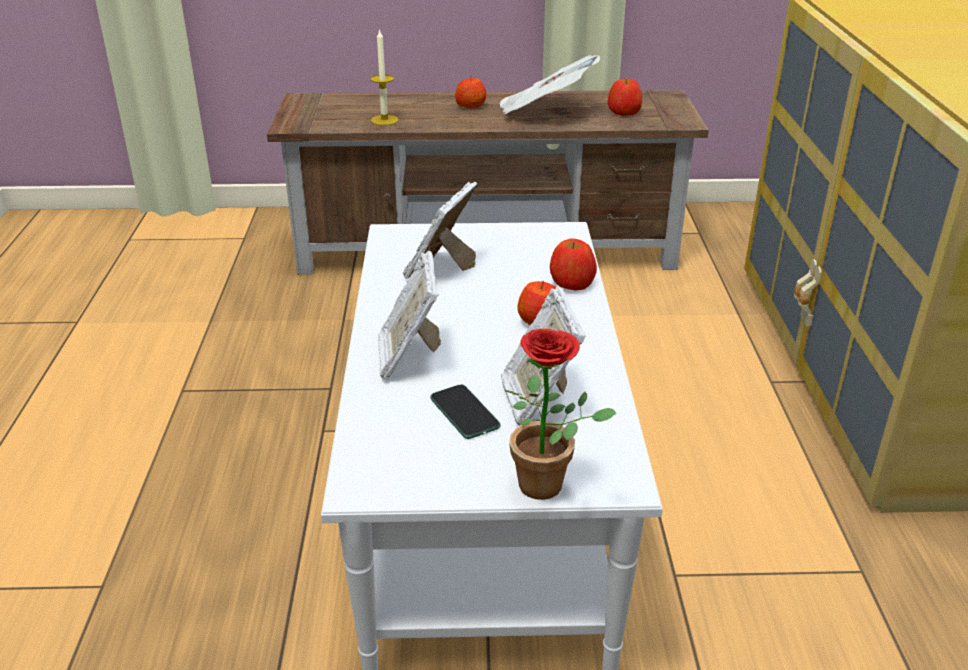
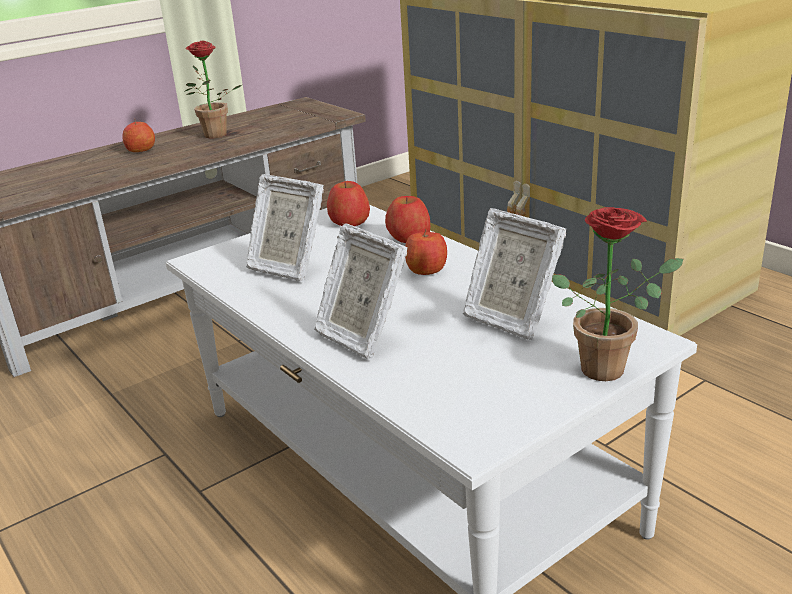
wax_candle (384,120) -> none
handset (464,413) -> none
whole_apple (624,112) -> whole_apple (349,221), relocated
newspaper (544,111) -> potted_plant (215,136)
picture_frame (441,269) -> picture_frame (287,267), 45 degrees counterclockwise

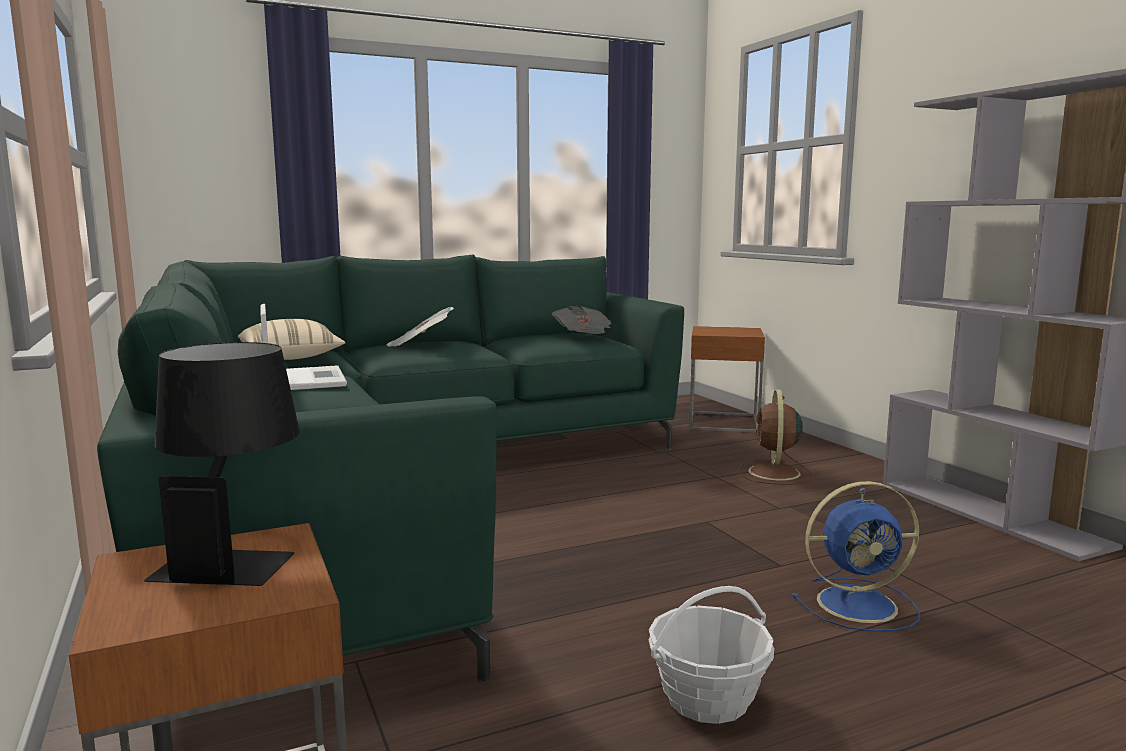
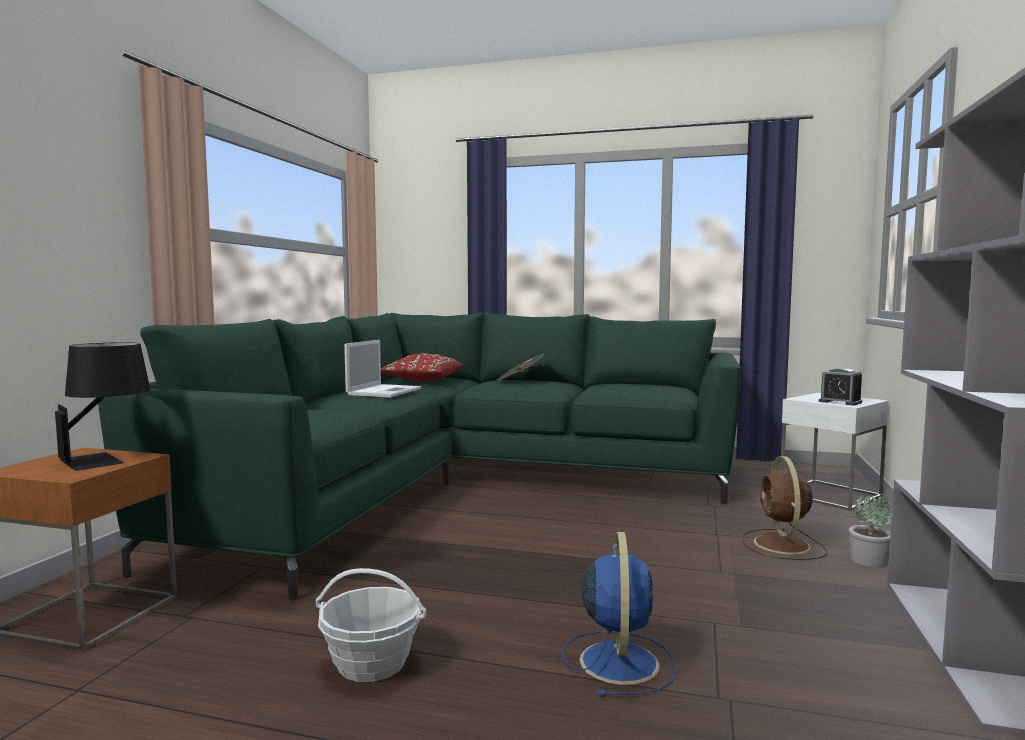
newspaper (583,337) -> none
none -> alarm_clock (840,402)
none -> potted_plant (870,561)
beige-coloured_throw_pillow (291,358) -> reddish_throw_pillow (422,381)
brownish_side_table (723,422) -> white-coloured_side_table (830,495)
brownish_fan (774,473) -> brownish_fan (782,545), 45 degrees counterclockwise
blue_fan (860,604) -> blue_fan (618,660), 120 degrees counterclockwise

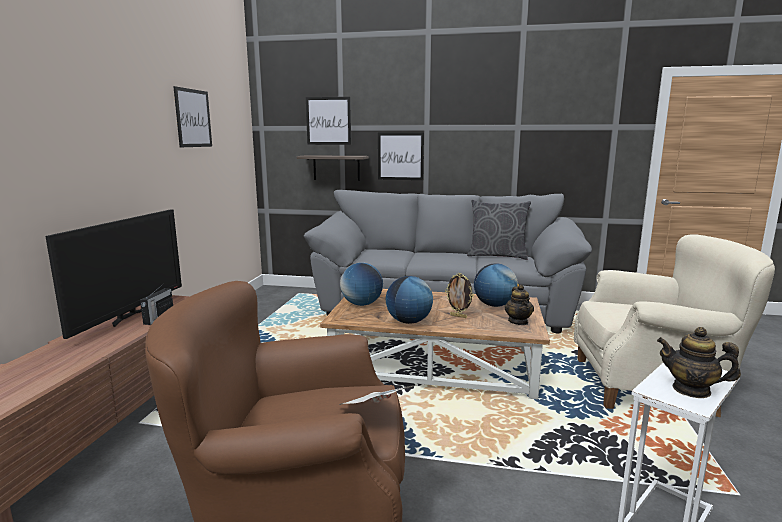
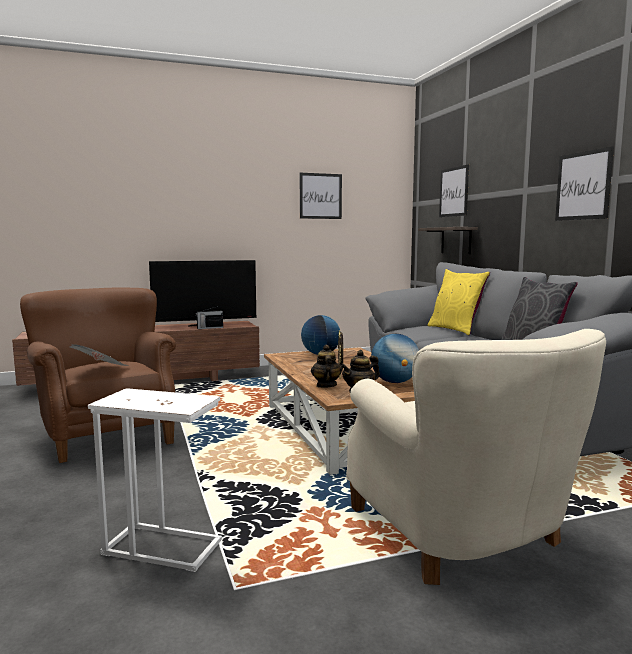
desk_globe (409,322) -> none
none -> yellow-coloured_throw_pillow (455,330)
picture (400,156) -> picture (583,186), relocated
teapot (691,390) -> teapot (326,385), relocated

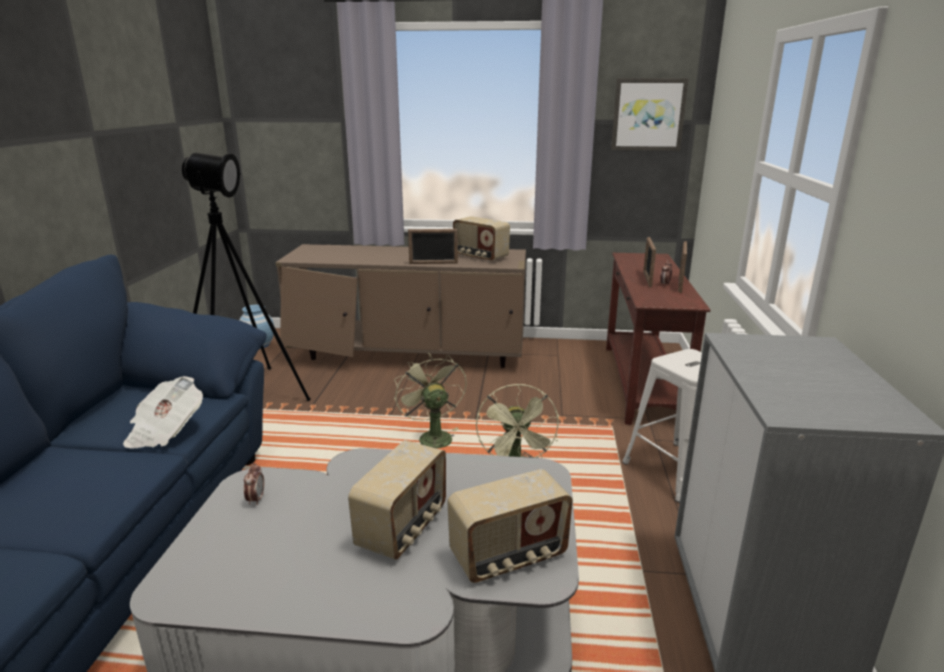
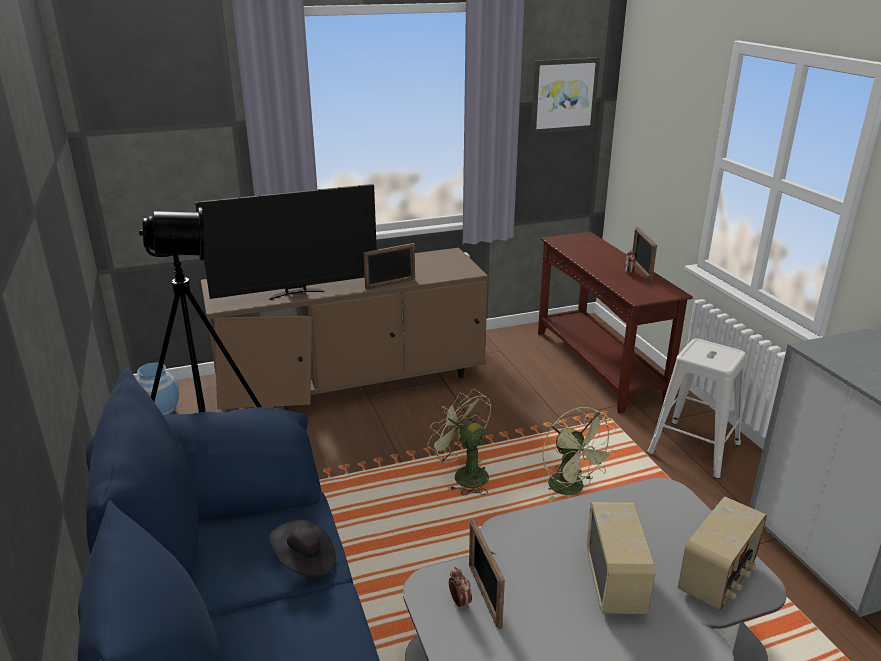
radio_receiver (480,257) -> none
none -> TV (296,293)
picture_frame (647,279) -> picture_frame (484,595), relocated
newspaper (165,431) -> black-coloured_clothing_hat (305,562)

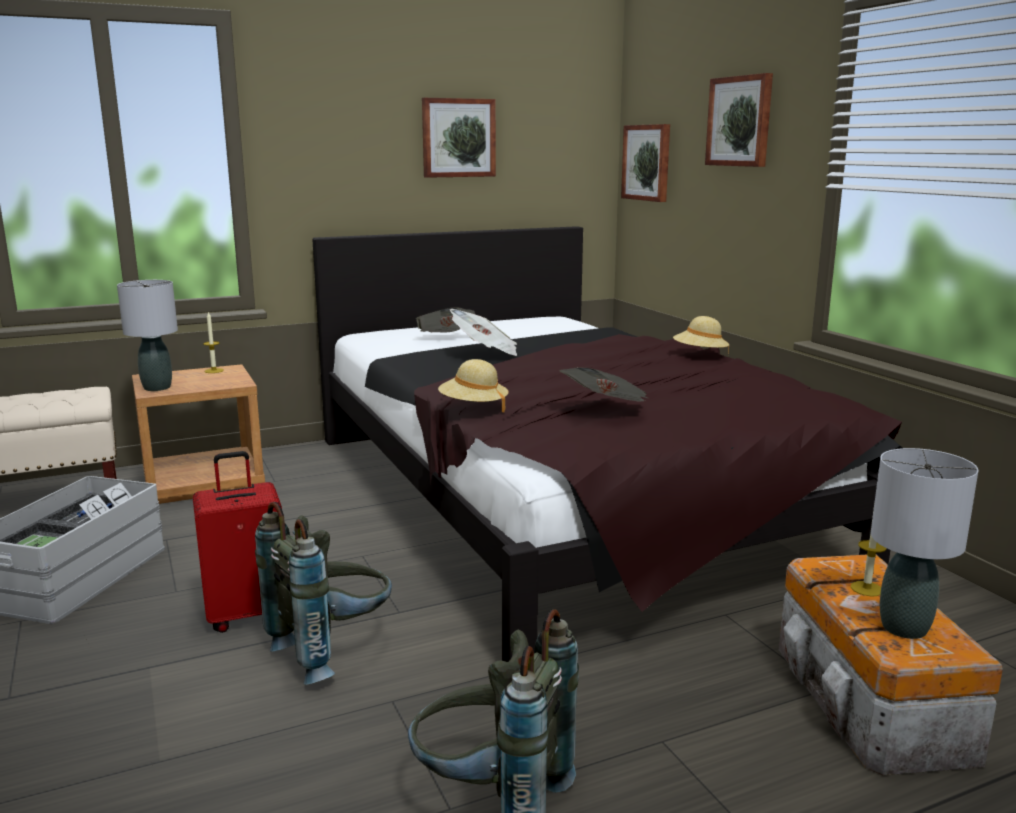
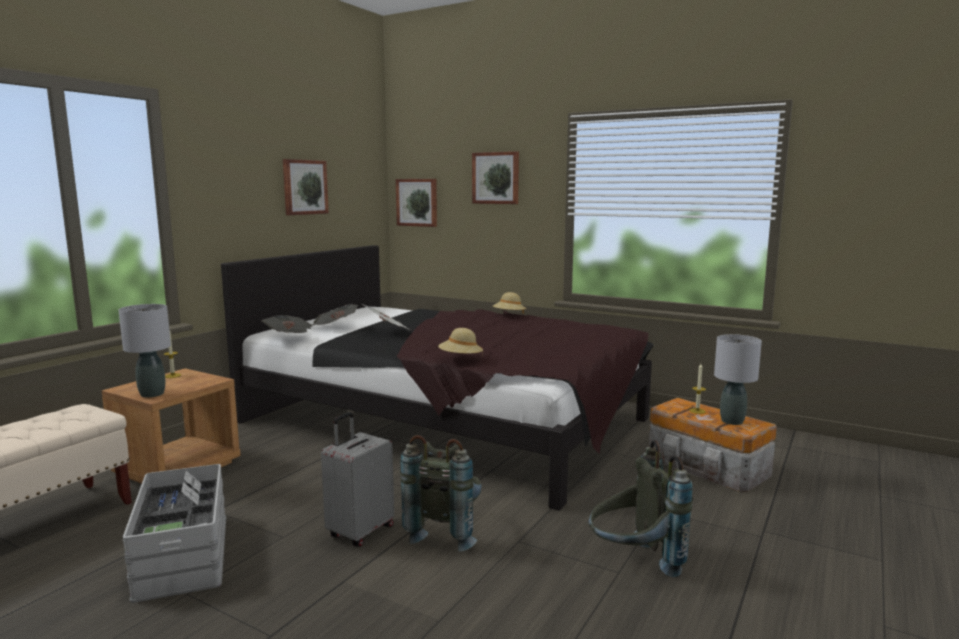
newspaper (607,409) -> newspaper (289,338), relocated
reddish_piece_of_luggage (248,614) -> gray_piece_of_luggage (360,532)

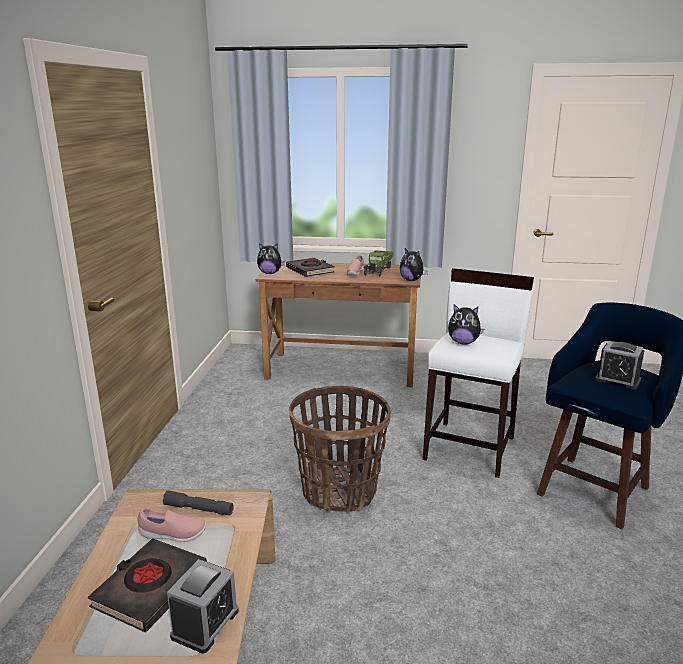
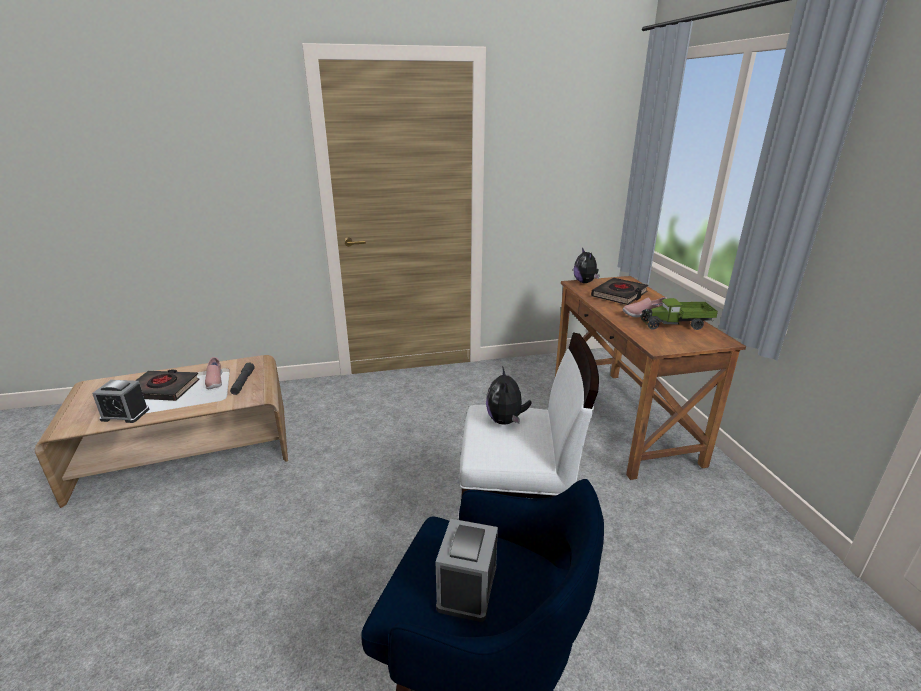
storage_basket (339,491) -> none
soft_toy (412,280) -> none

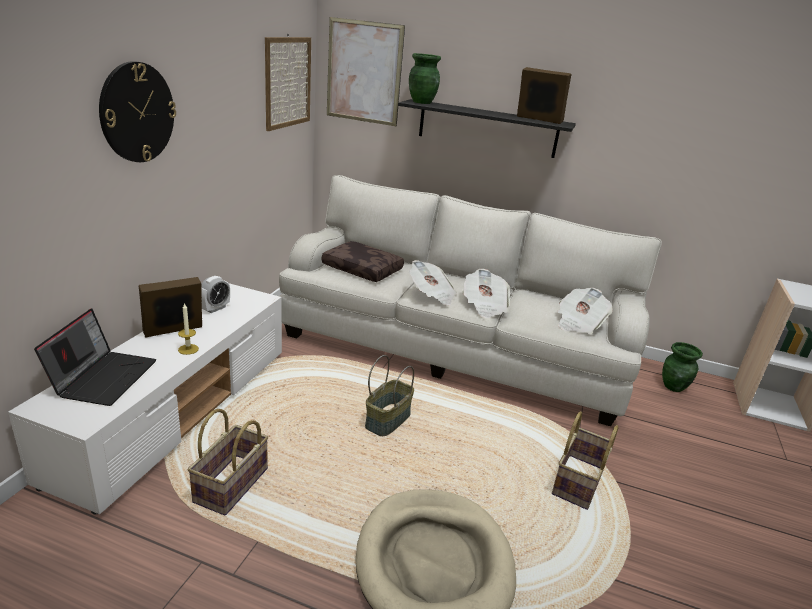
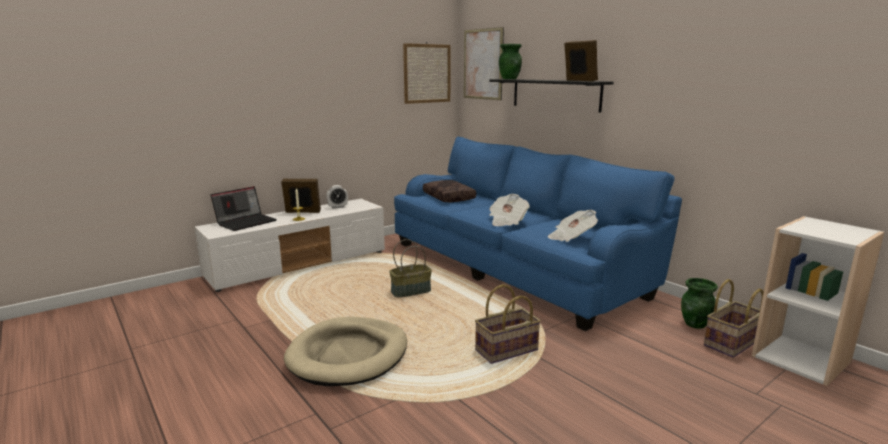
hanging_clock (137,113) -> none
newspaper (432,295) -> none
storage_basket (232,486) -> storage_basket (732,343), relocated
white-coloured_settee (454,346) -> blue_settee (514,267)

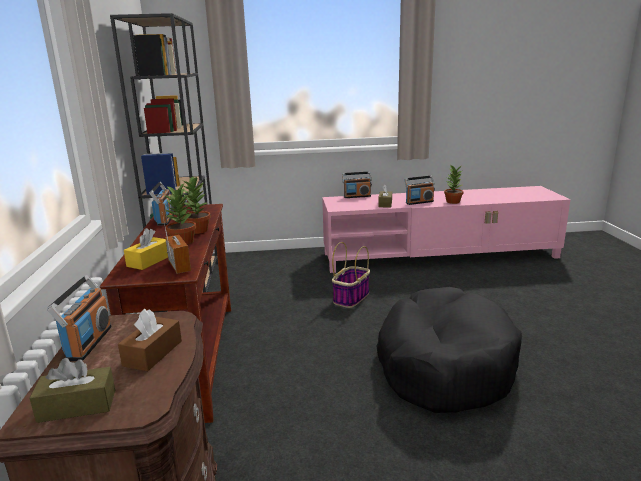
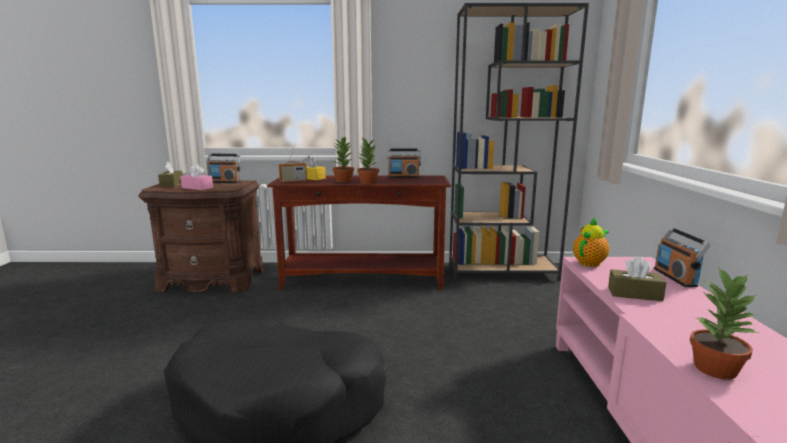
storage_basket (351,297) -> none
radio_receiver (419,202) -> none
none -> teapot (590,262)
brownish_box_of_tissues (153,353) -> pinkish_box_of_tissues (197,188)

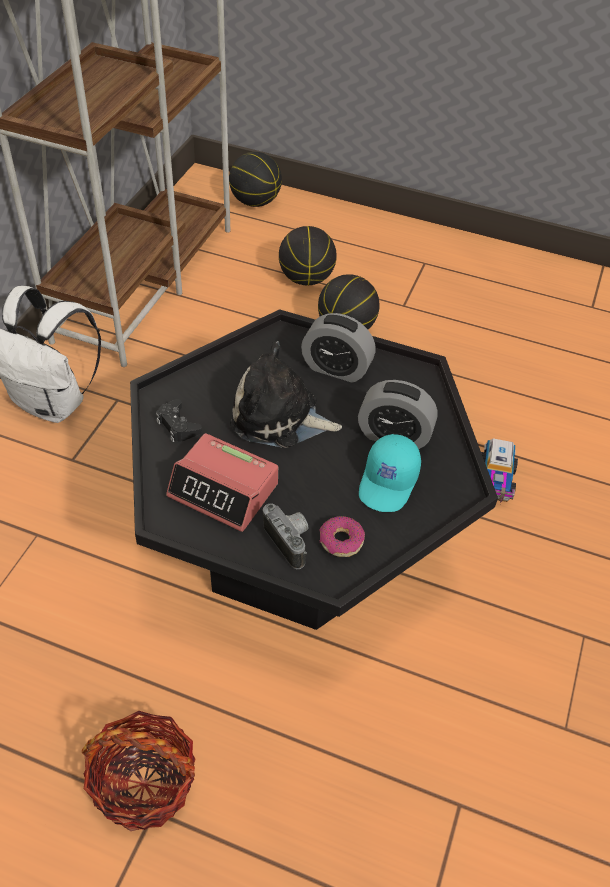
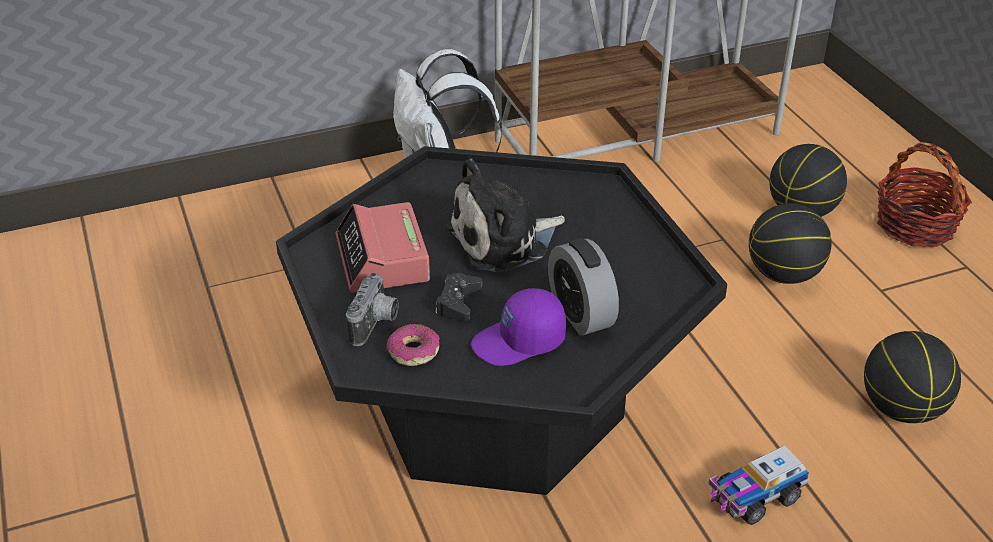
alarm_clock (336,368) -> none
storage_basket (144,783) -> storage_basket (915,226), relocated
black-coloured_joypad (177,425) -> black-coloured_joypad (458,302), relocated
basketball_ball (255,202) -> basketball_ball (901,409), relocated
turquoise_cap (389,483) -> purplish_cap (519,342)
soft_toy (279,417) -> soft_toy (504,240), 90 degrees counterclockwise

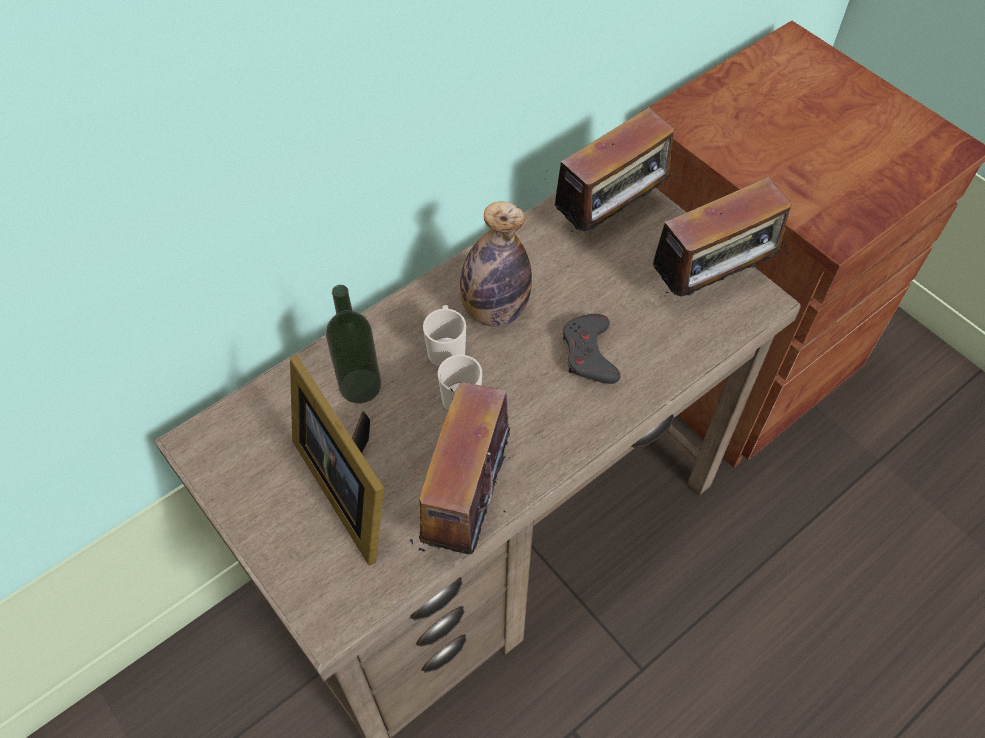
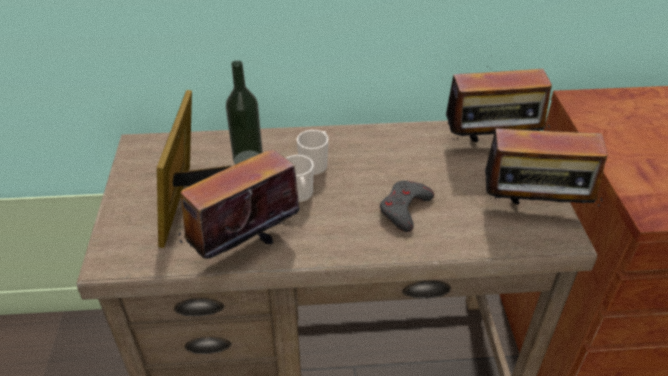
beverage_bottle (494,310) -> none

